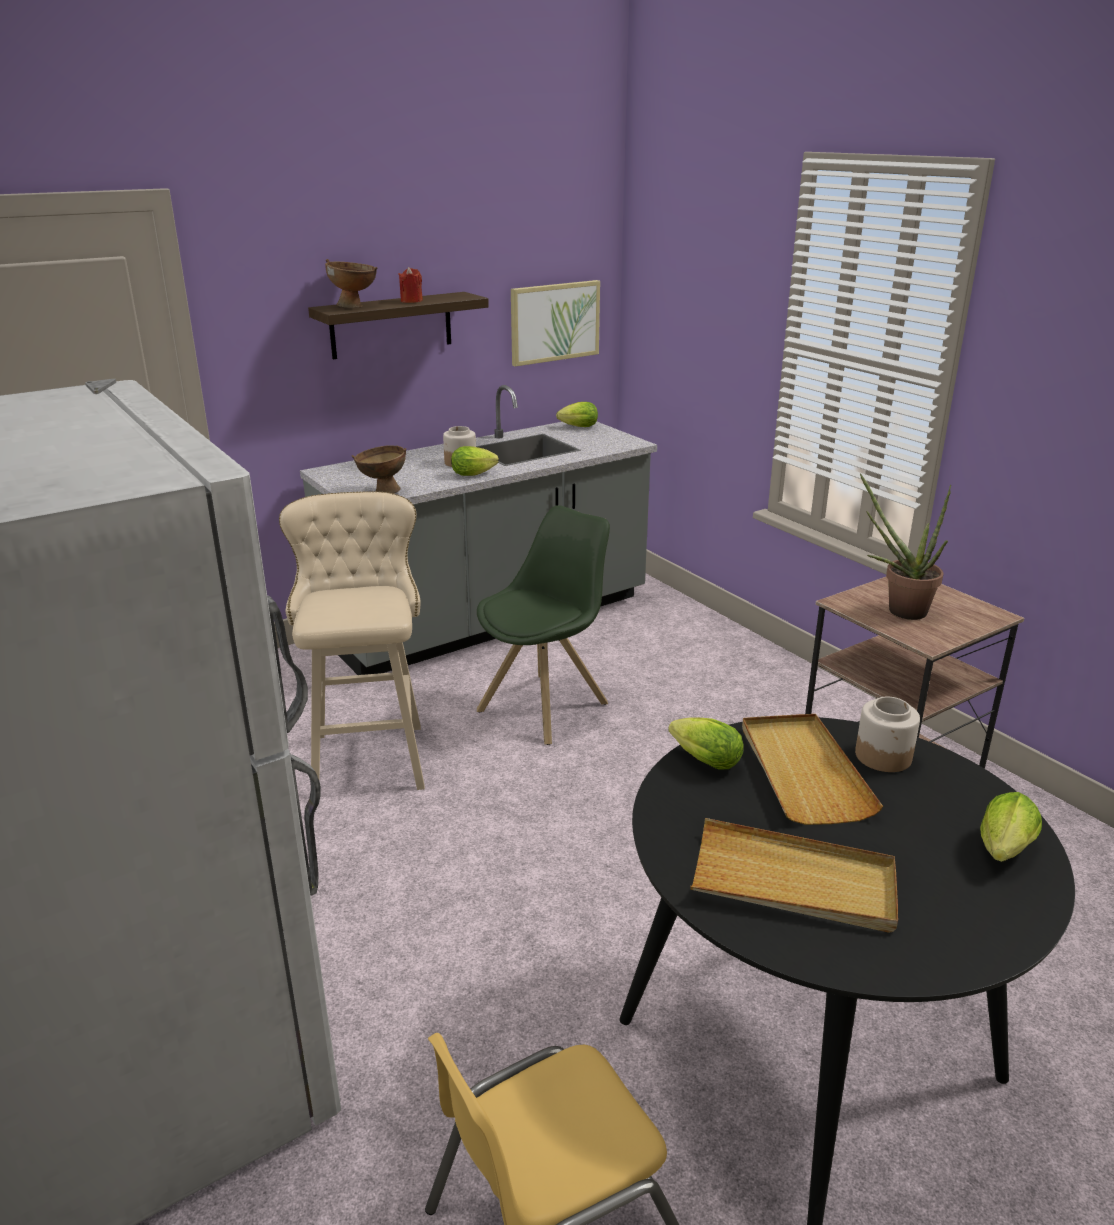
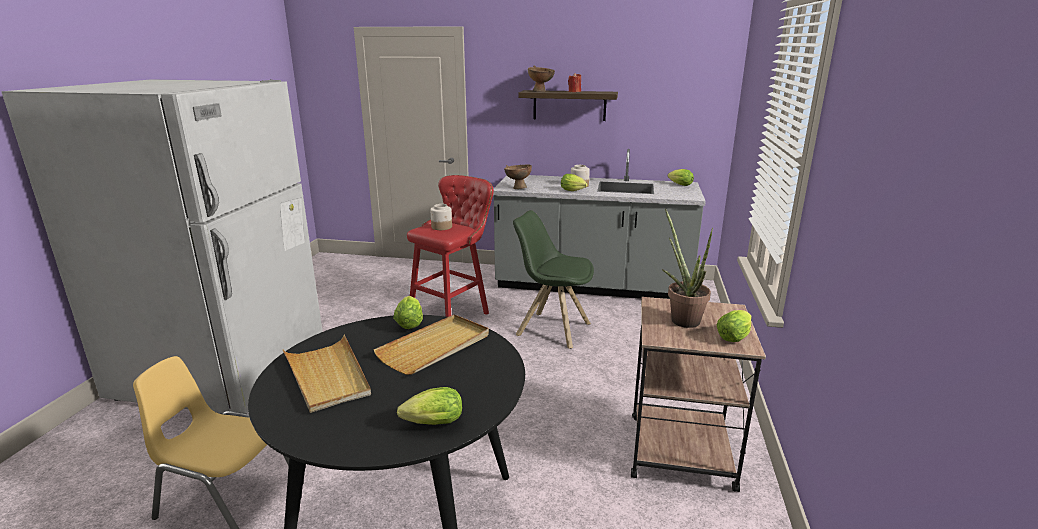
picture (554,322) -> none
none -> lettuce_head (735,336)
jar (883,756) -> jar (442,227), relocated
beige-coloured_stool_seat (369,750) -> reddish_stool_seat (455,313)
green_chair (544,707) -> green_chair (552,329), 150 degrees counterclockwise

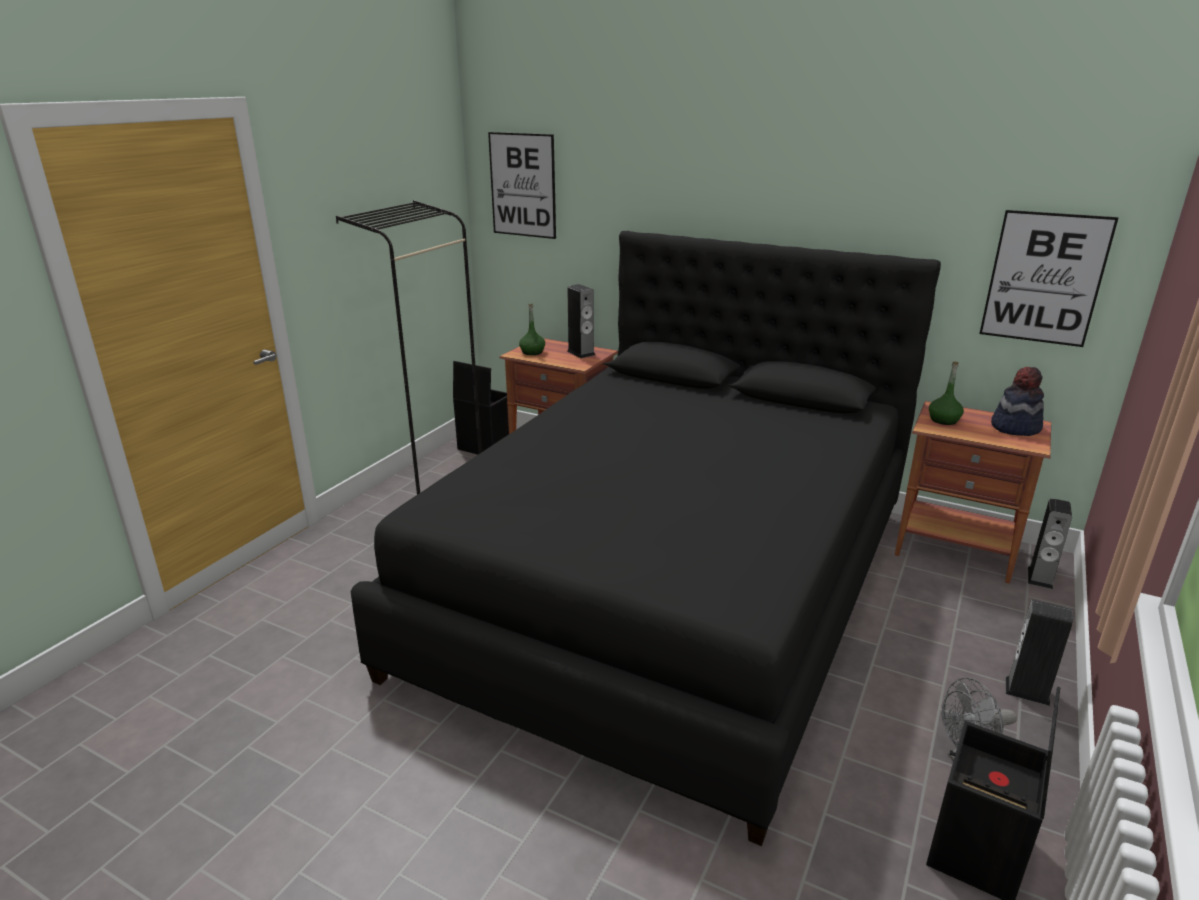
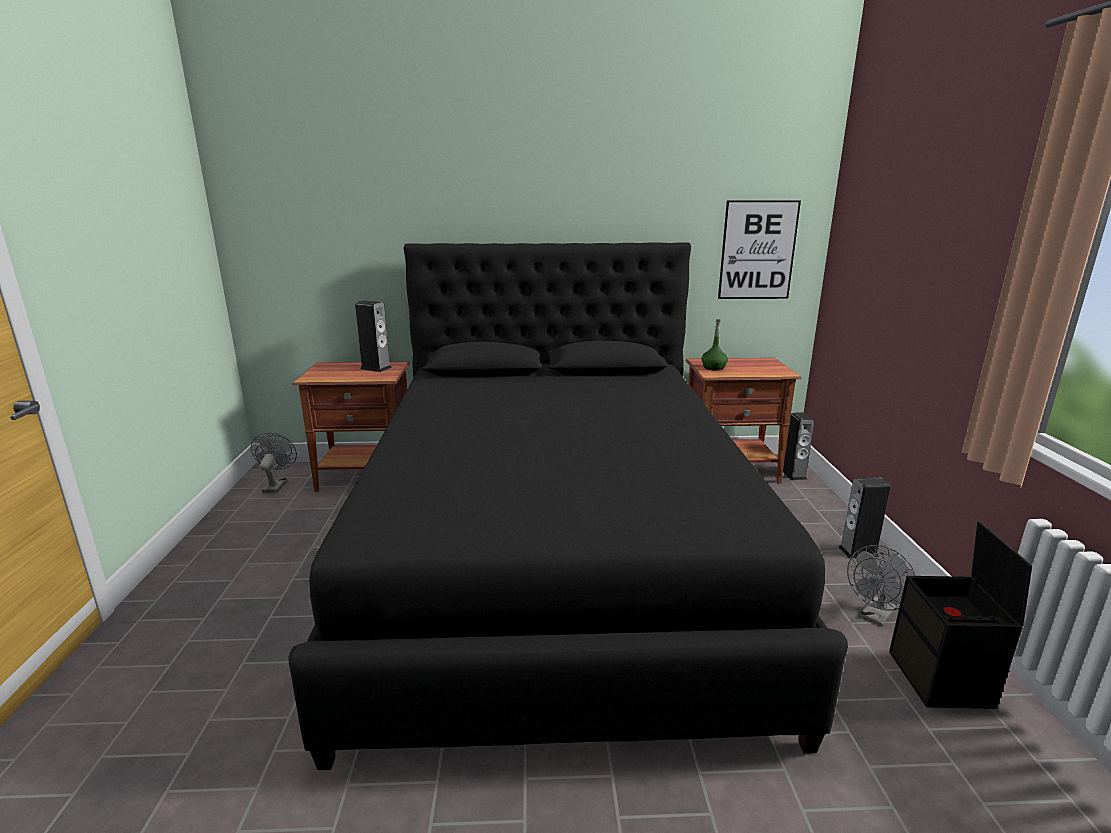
black-coloured_garment_rack (431,476) -> none
picture (523,185) -> none
green_beverage_bottle (532,352) -> none
clothing_hat (1014,427) -> none
black-coloured_storage_box (485,447) -> gray_fan (276,485)

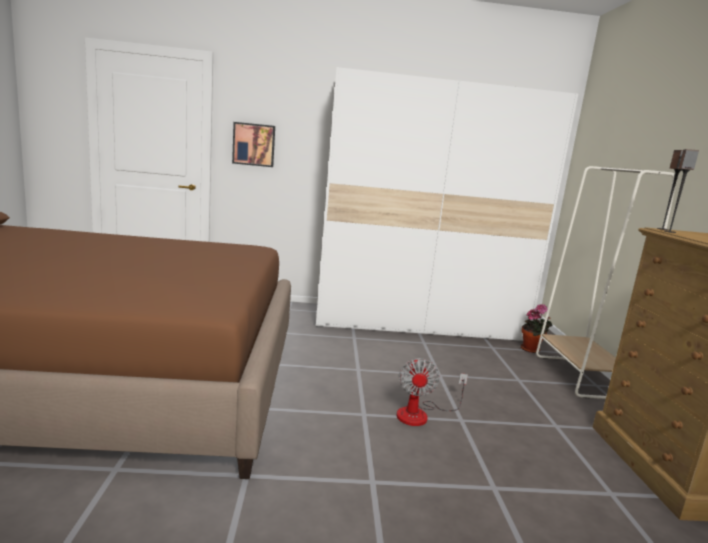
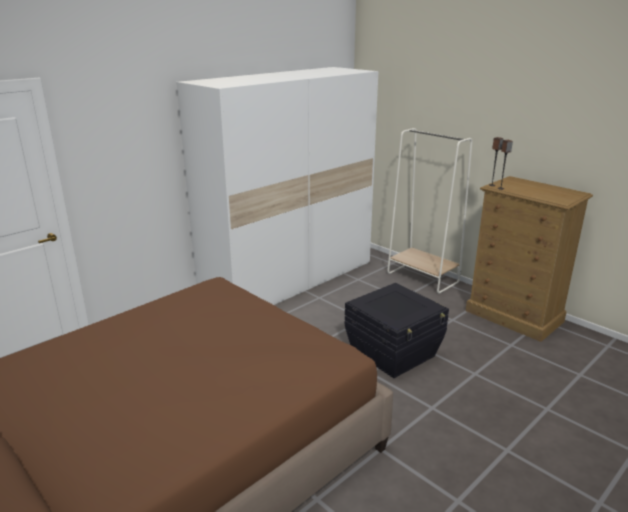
picture (254,144) -> none
potted_plant (532,349) -> none
fan (421,414) -> black-coloured_storage_box (394,353)

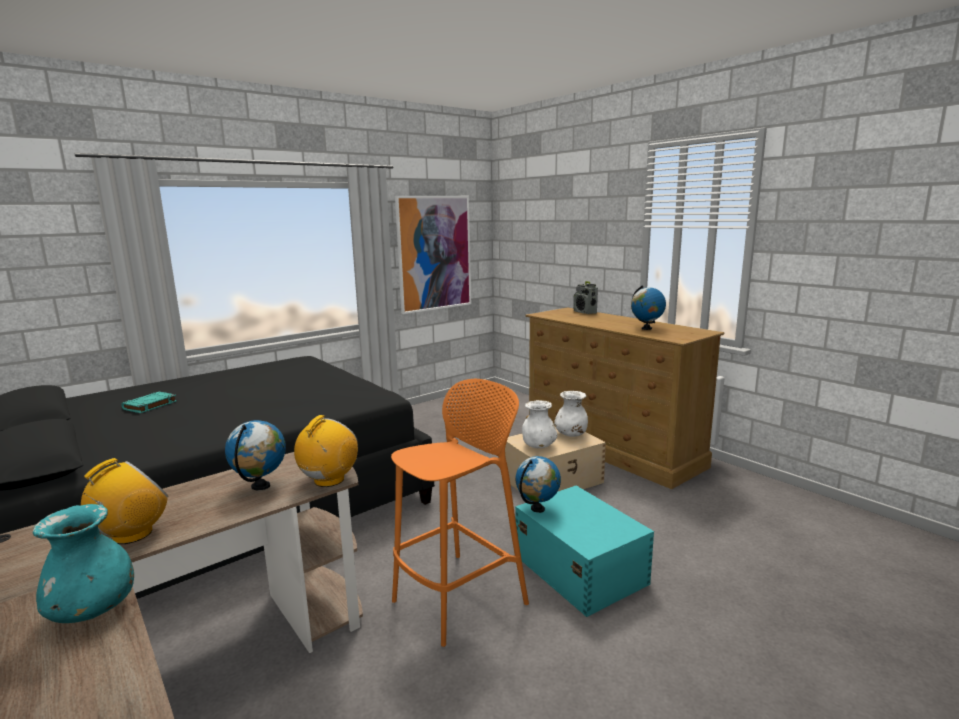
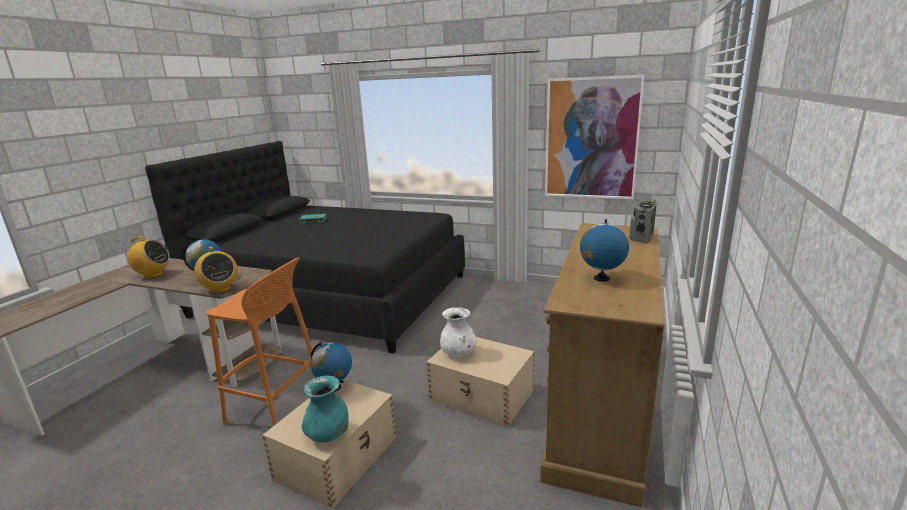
white-coloured_vase (571,435) -> none
turquoise_vase (93,610) -> turquoise_vase (328,435), relocated
turquoise_storage_box (579,568) -> beige-coloured_storage_box (338,456)
radio_receiver (329,480) -> radio_receiver (220,289), 60 degrees clockwise

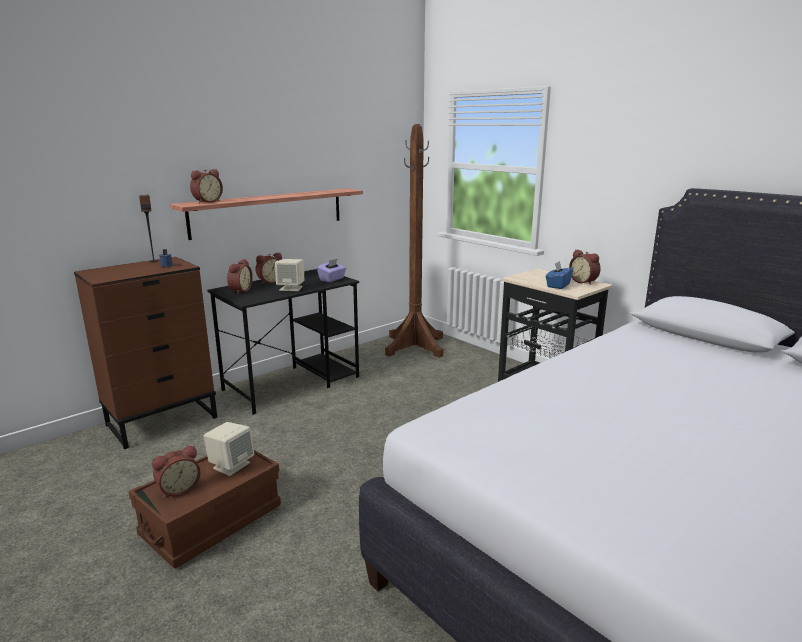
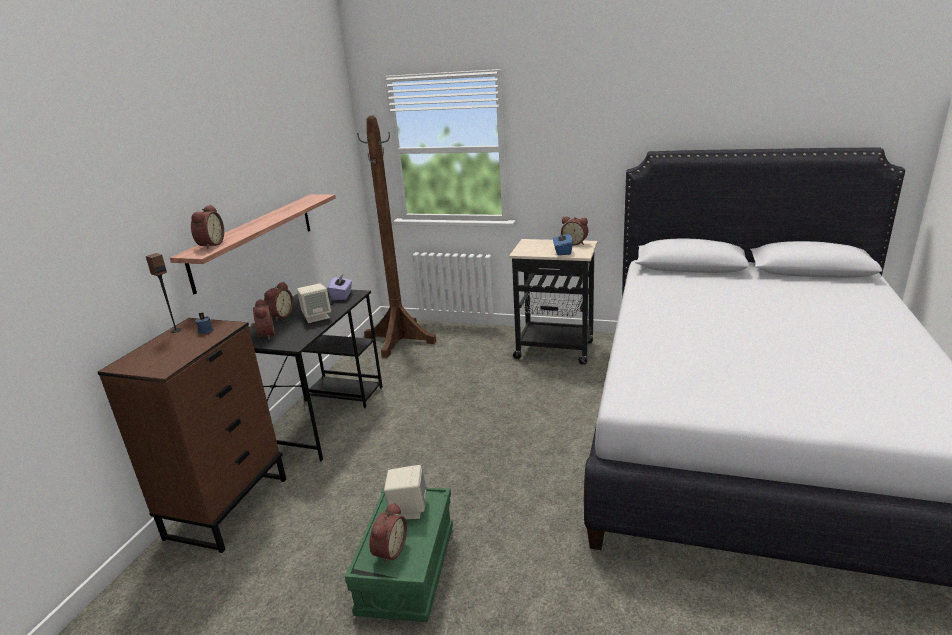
brownish_storage_box (212,521) -> green_storage_box (407,569)

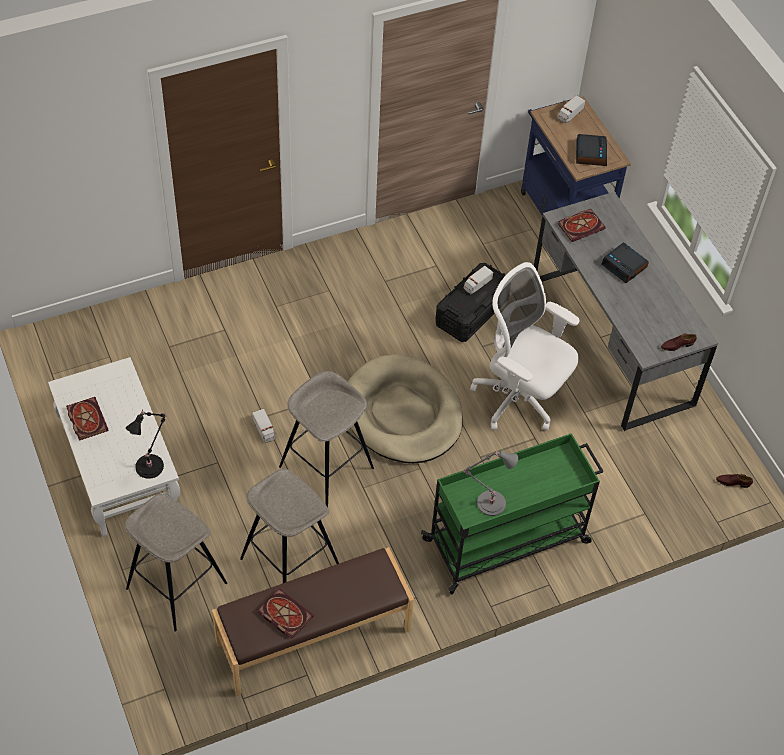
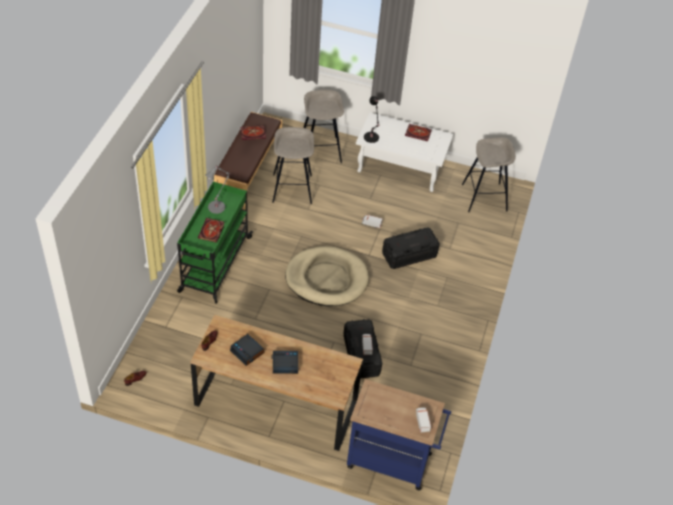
white-coloured_desk_chair (522,399) -> none
none -> black-coloured_storage_box (409,255)
gray_stool_seat (326,467) -> gray_stool_seat (484,198), relocated
bound_book (581,226) -> bound_book (211,231), relocated
alarm_clock (590,153) -> alarm_clock (247,352), relocated
gray_desk_unit (610,341) -> brownish_desk_unit (276,403)

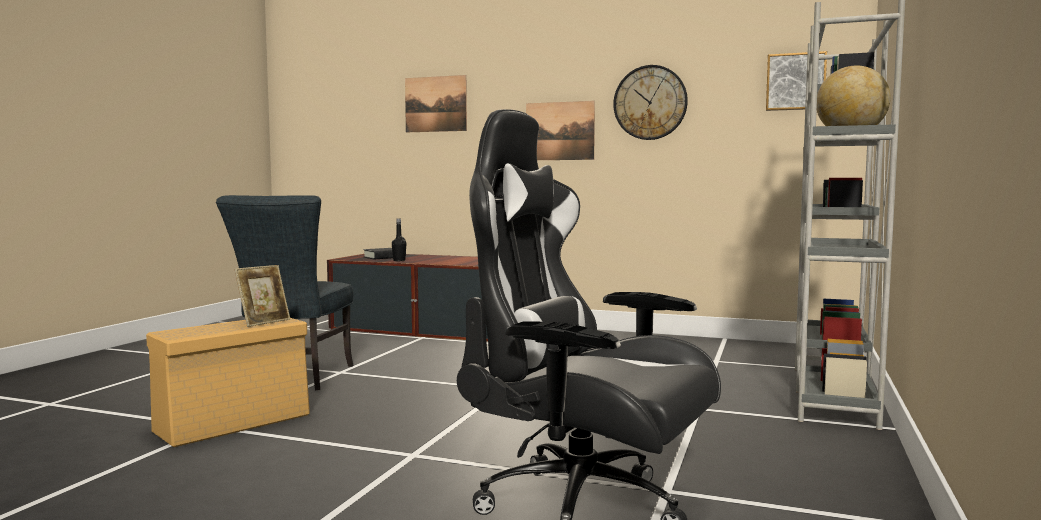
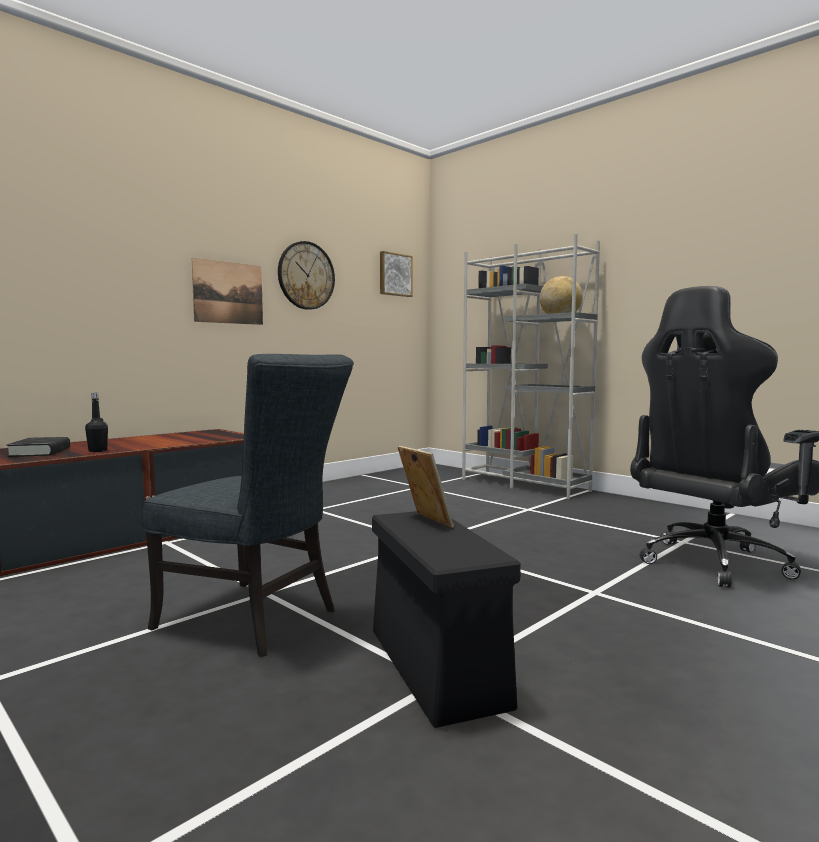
picture (435,104) -> none
beige-coloured_storage_box (235,423) -> black-coloured_storage_box (434,665)

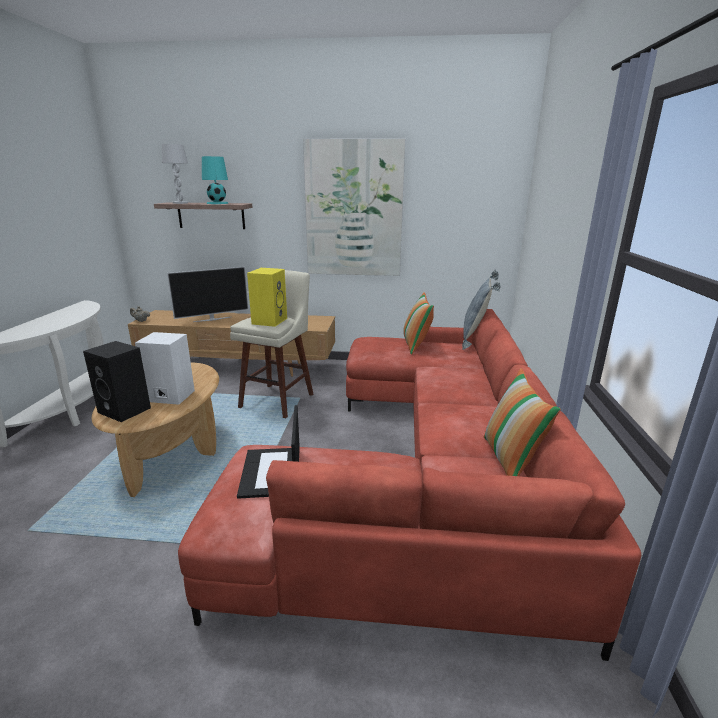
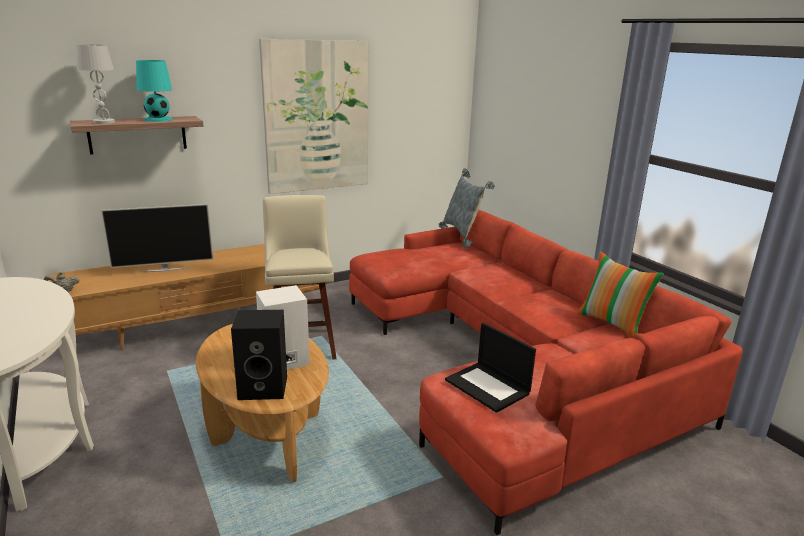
yellow-coloured_speaker (269,321) -> none
throw_pillow (416,345) -> none
TV (212,319) -> TV (164,269), 45 degrees clockwise

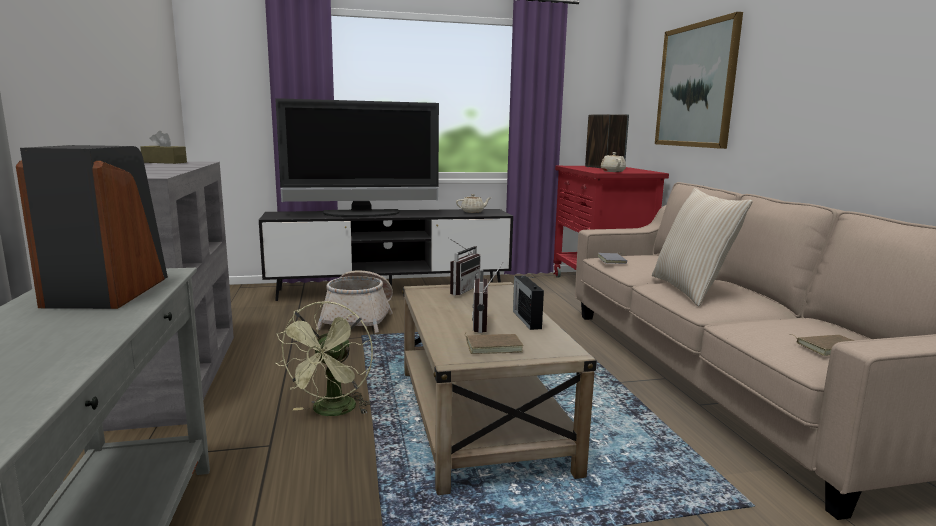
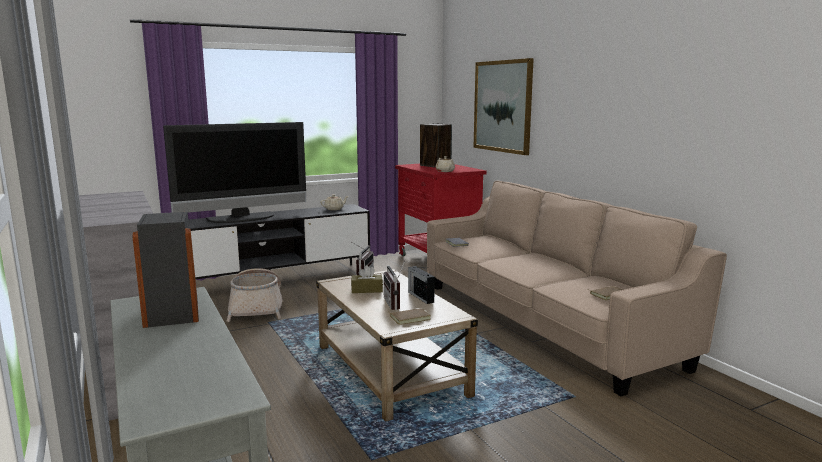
green_fan (332,412) -> none
beige-coloured_throw_pillow (691,290) -> none
brownish_box_of_tissues (164,162) -> brownish_box_of_tissues (367,290), relocated

